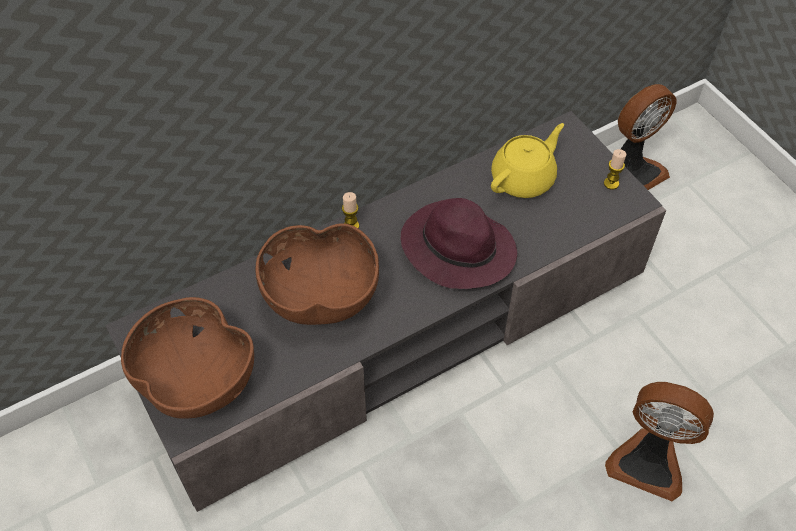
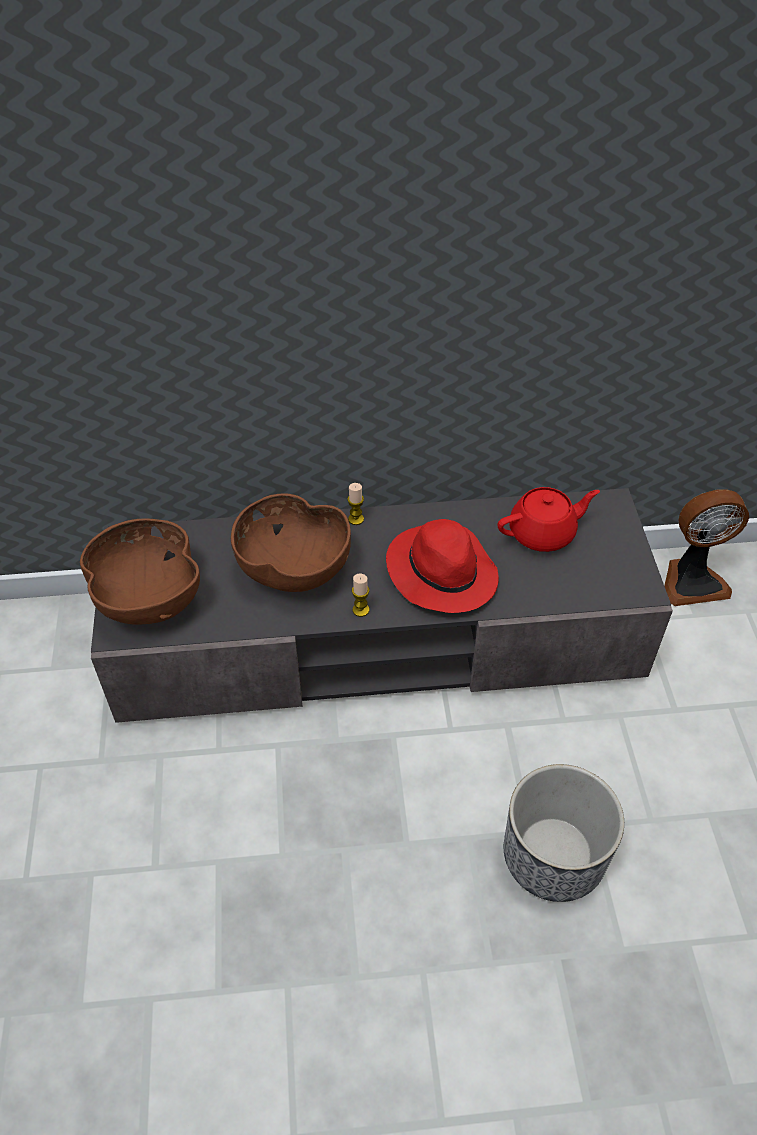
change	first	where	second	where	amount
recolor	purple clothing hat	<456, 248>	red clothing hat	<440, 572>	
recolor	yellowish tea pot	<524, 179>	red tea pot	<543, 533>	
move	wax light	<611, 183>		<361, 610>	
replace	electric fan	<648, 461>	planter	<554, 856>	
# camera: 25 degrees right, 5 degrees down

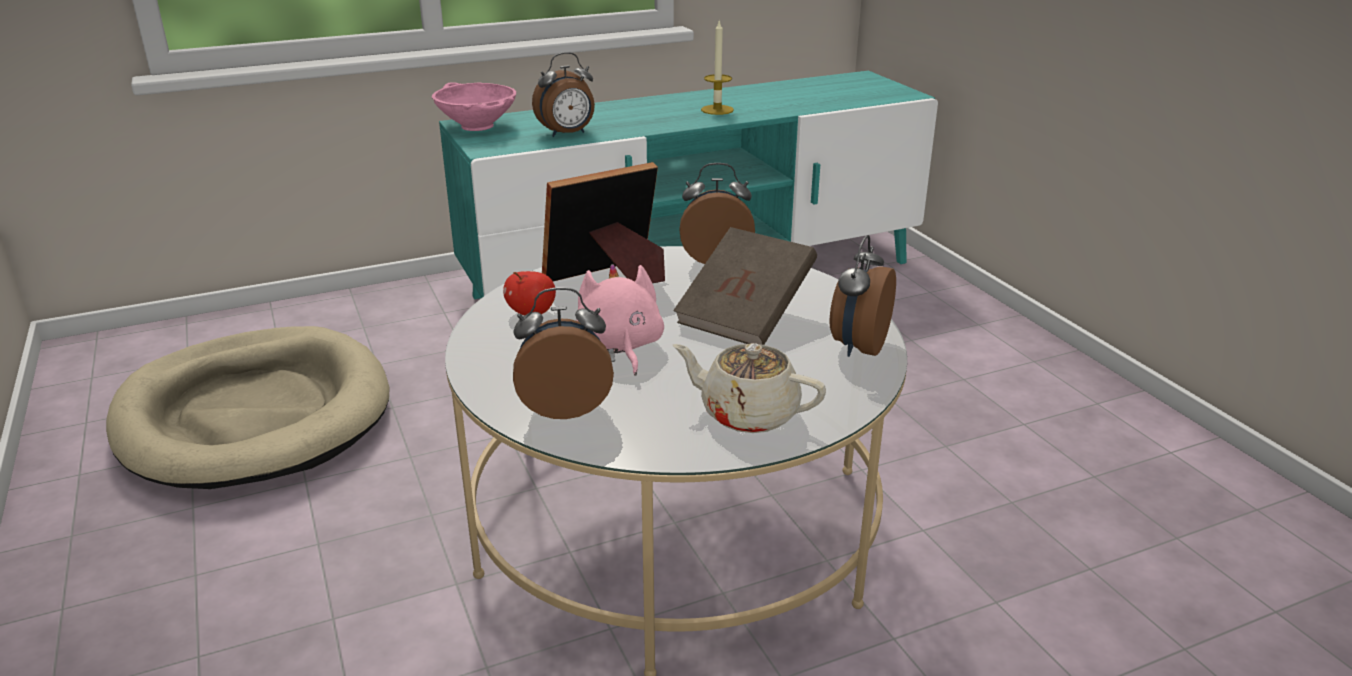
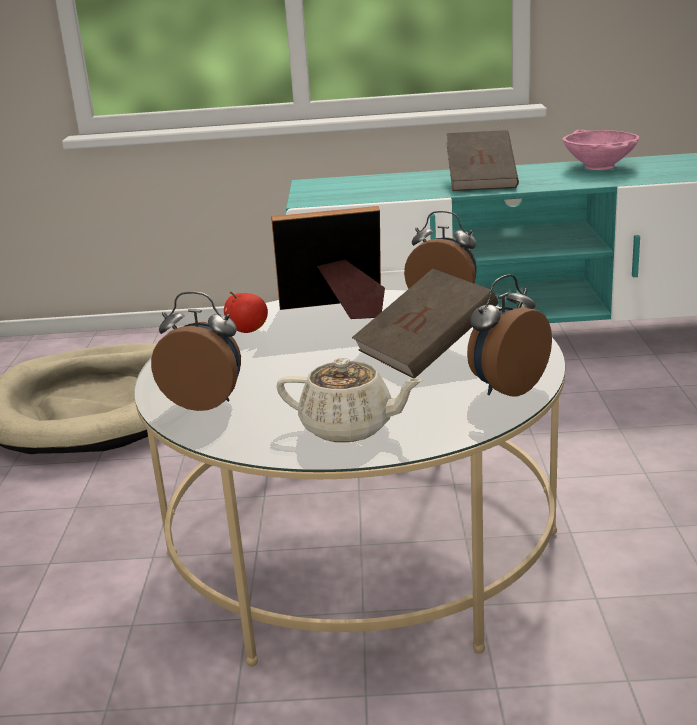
change	first	where	second	where	amount
move	pinkish bowl	<477, 126>		<599, 167>	
delete	table clock	<567, 134>			
delete	pinkish soft toy	<620, 347>			
rotate	beige-coloured tea pot	<747, 413>		<349, 428>	150 degrees clockwise
delete	wax light	<717, 110>			
insert			brownish bound book	<481, 181>	
# camera: 25 degrees right, 5 degrees down

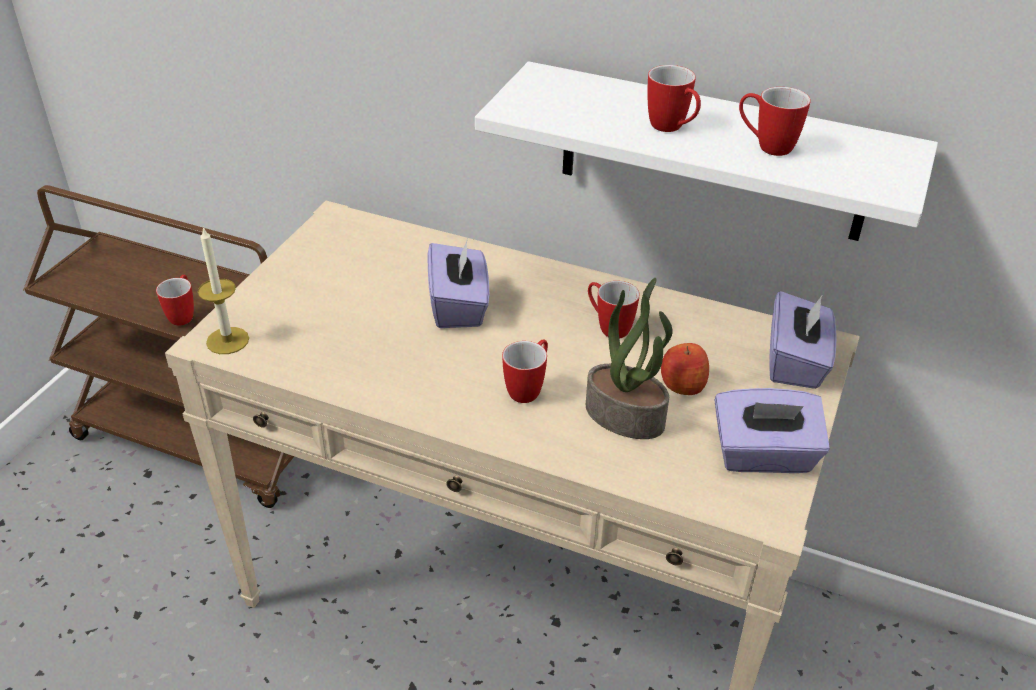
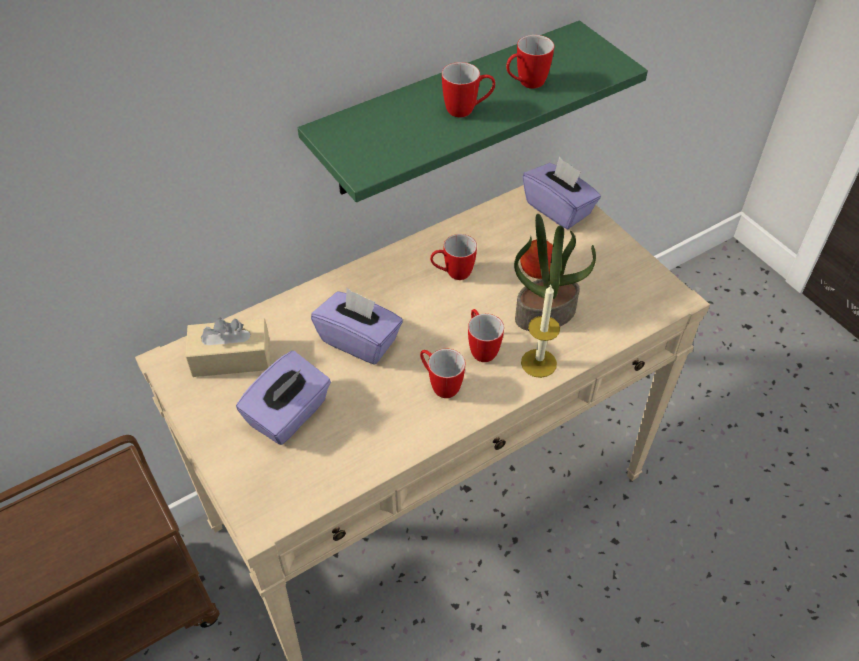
change	first	where	second	where	amount
move	mug	<183, 314>		<440, 385>	
move	wax light	<227, 340>		<538, 363>	
recolor	white-coloured bracket shelf	<712, 153>	greenish bracket shelf	<446, 111>	
move	purple tissue holder	<764, 456>		<289, 415>	
insert			beige-coloured tissue holder	<231, 358>	
# camera: 55 degrees left, 10 degrees up

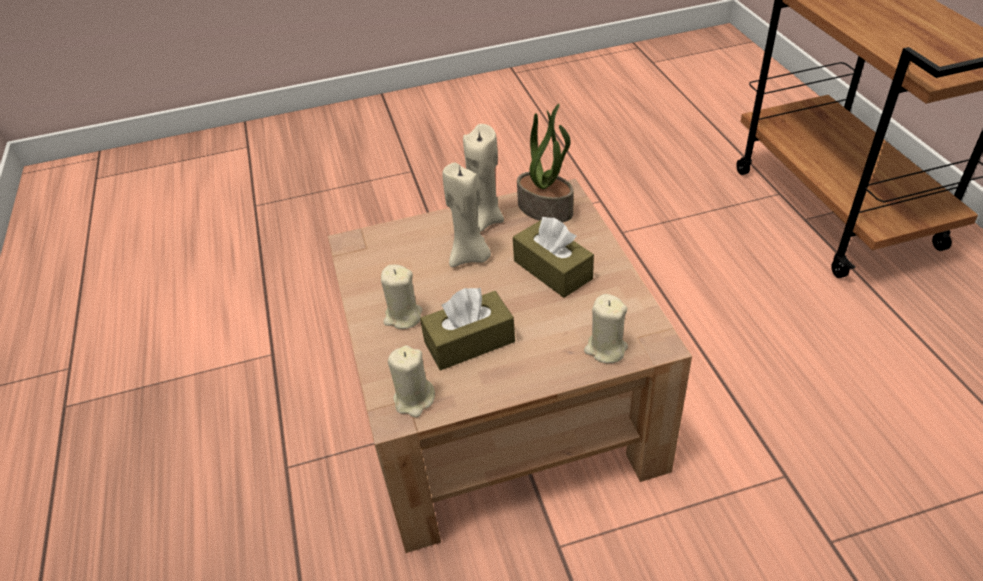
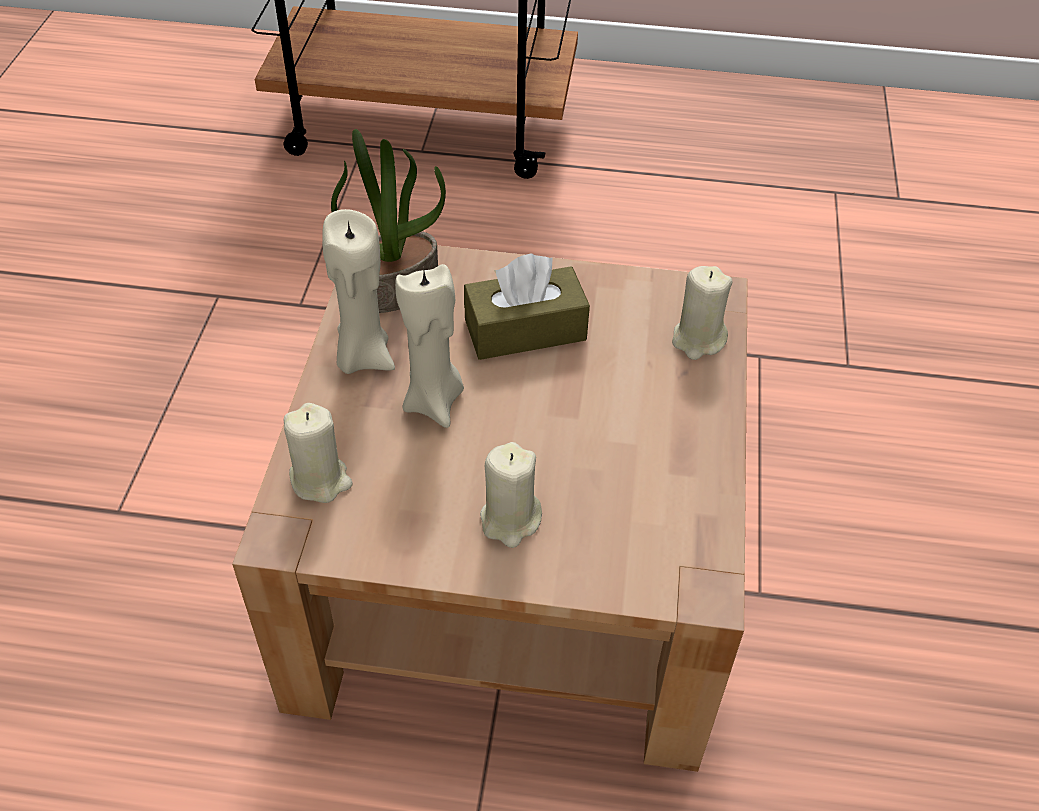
change	first	where	second	where	amount
move	beige-coloured wax light	<414, 399>		<320, 480>	
delete	brownish tissue holder	<469, 342>			
# camera: 70 degrees left, 5 degrees up

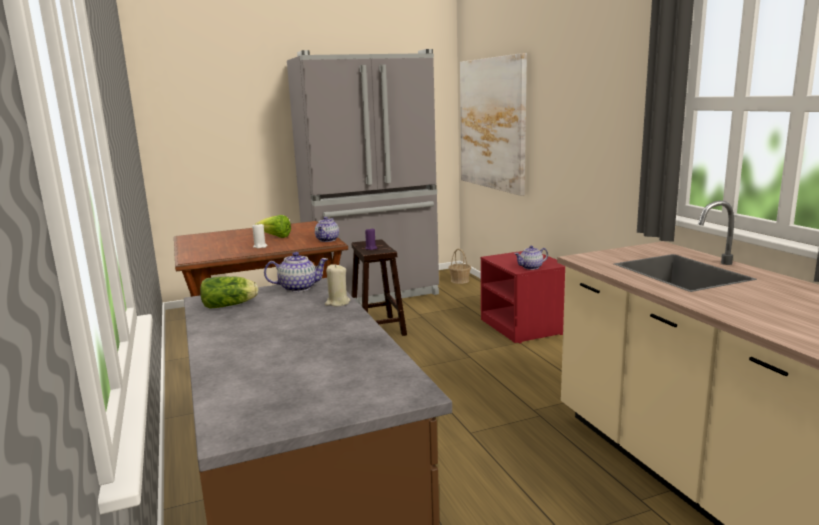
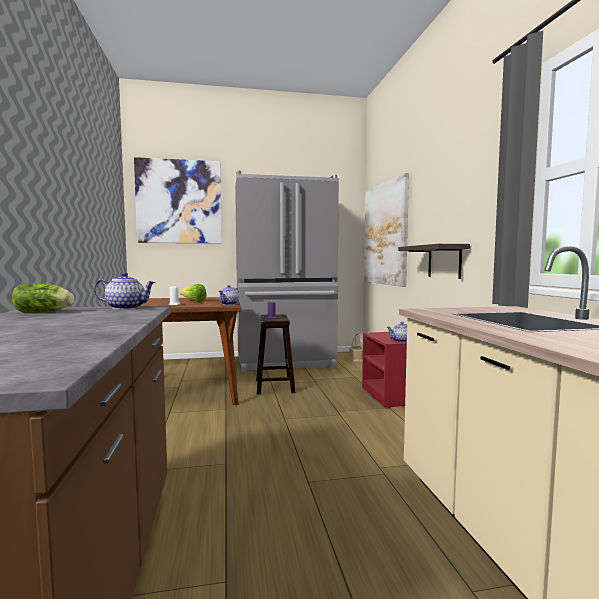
change	first	where	second	where	amount
delete	beige-coloured wax light	<337, 303>			
insert			picture	<179, 202>	
insert			bracket shelf	<444, 261>	
# camera: 10 degrees right, 10 degrees down

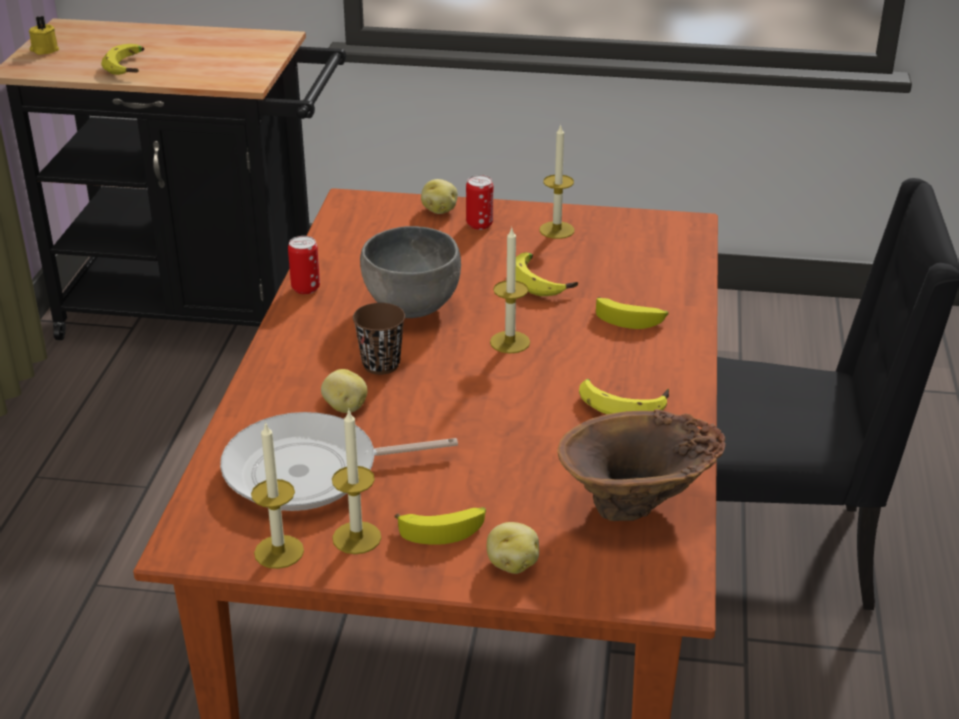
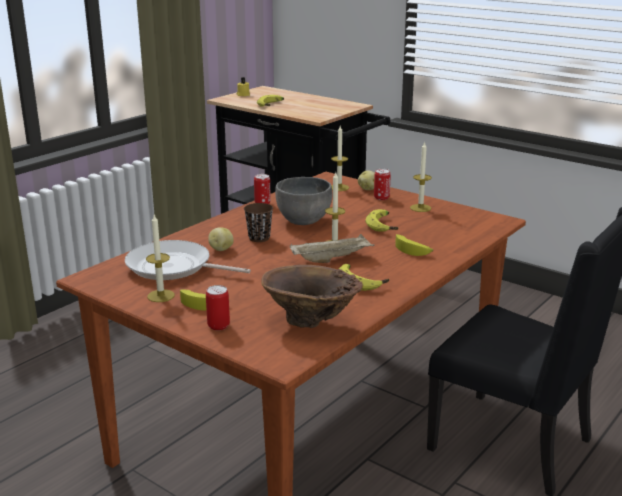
change	first	where	second	where	amount
move	wax light	<279, 552>		<339, 187>	
replace	whole potato	<512, 563>	can	<218, 326>	
insert			beige-coloured serving tray	<332, 259>	
# camera: 30 degrees right, 10 degrees down

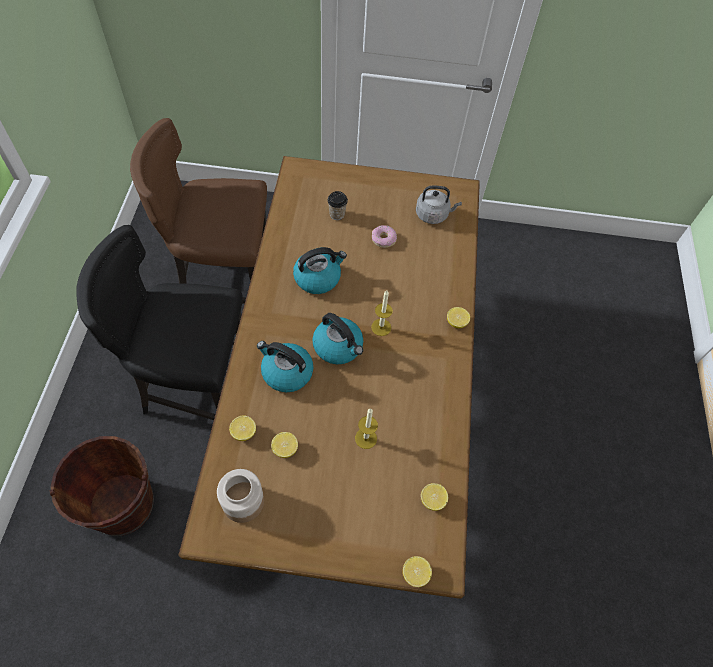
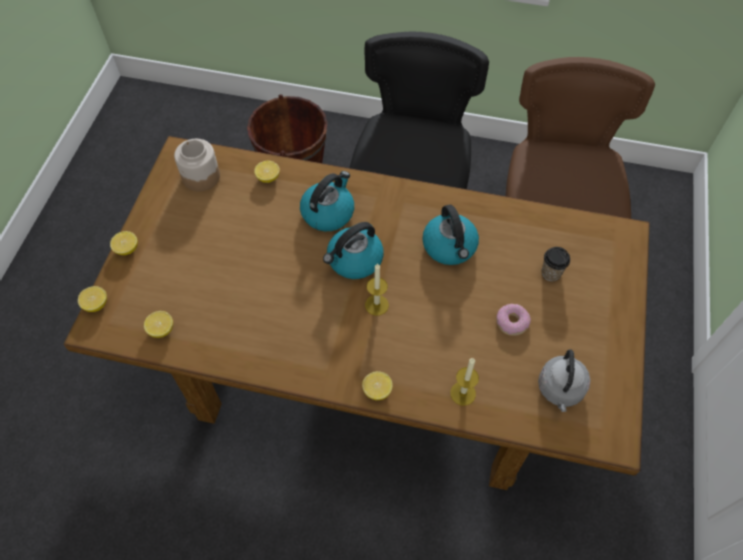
change	first	where	second	where	amount
move	lemon	<285, 449>		<127, 249>	
move	wax light	<366, 438>		<463, 393>	
# camera: 100 degrees right, 0 degrees up

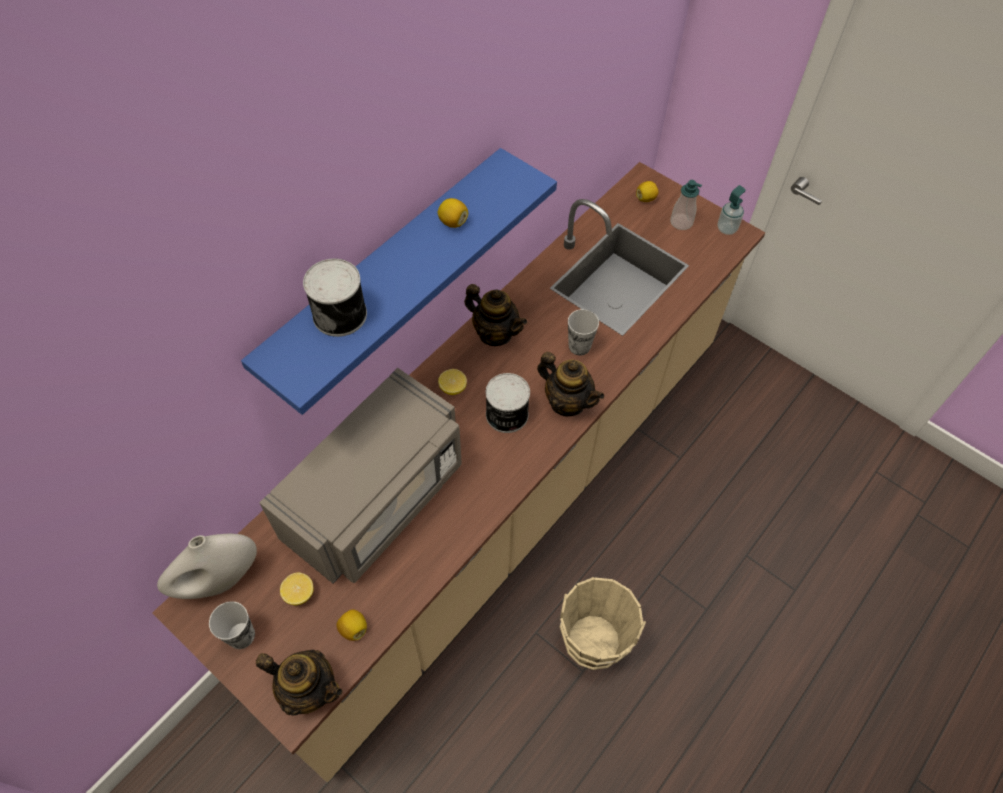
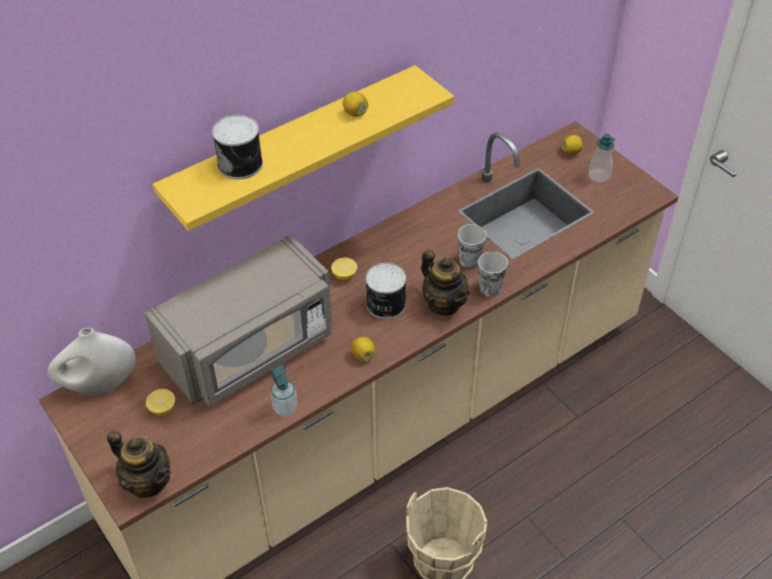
change	first	where	second	where	amount
move	small cup	<241, 635>		<490, 289>	
recolor	blue bracket shelf	<385, 271>	yellowish bracket shelf	<293, 147>	
move	lemon	<353, 628>		<363, 355>	
delete	tea pot	<495, 333>			
move	liquid soap bottle	<726, 228>		<285, 408>	
# camera: 15 degrees right, 10 degrees down

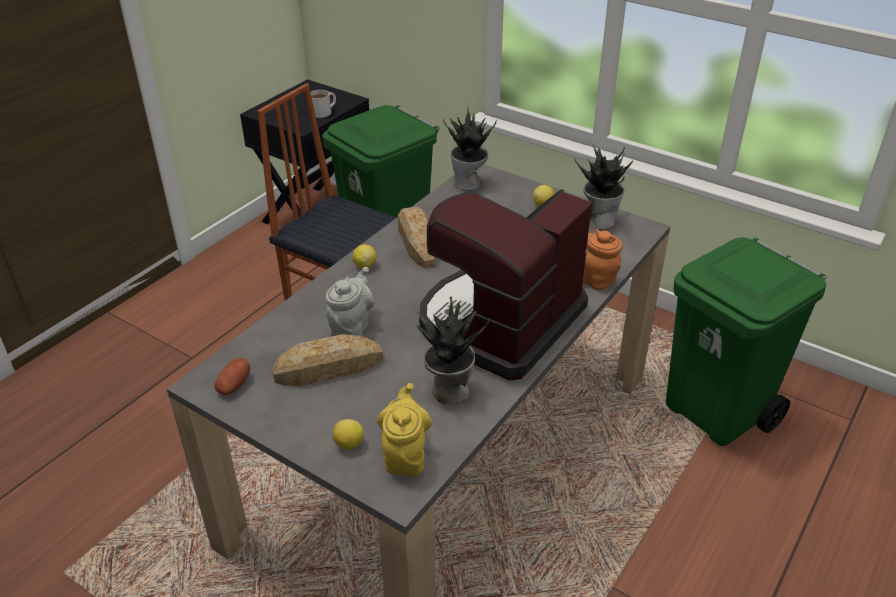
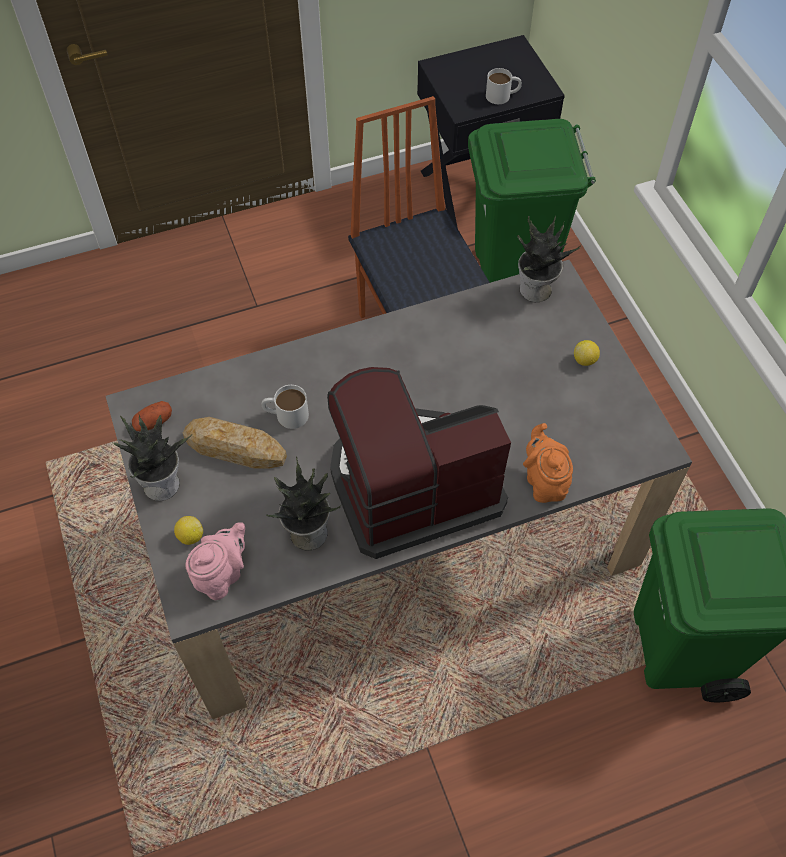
change	first	where	second	where	amount
replace	grey tea pot	<352, 327>	white-coloured mug	<286, 414>	
delete	lemon	<365, 265>			
recolor	yellowish tea pot	<405, 456>	pinkish tea pot	<222, 575>	
delete	bakery bread	<417, 242>			
move	plant in a pot	<599, 220>		<162, 483>	
# camera: 35 degrees right, 20 degrees up

